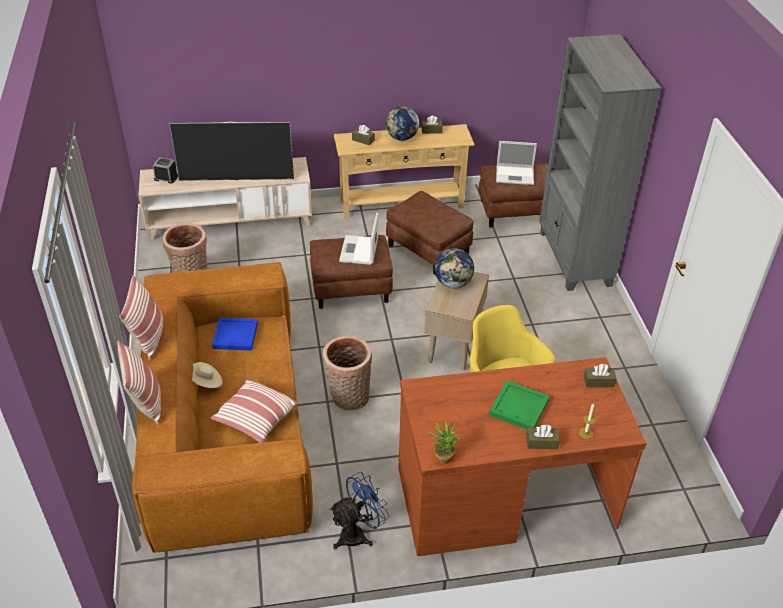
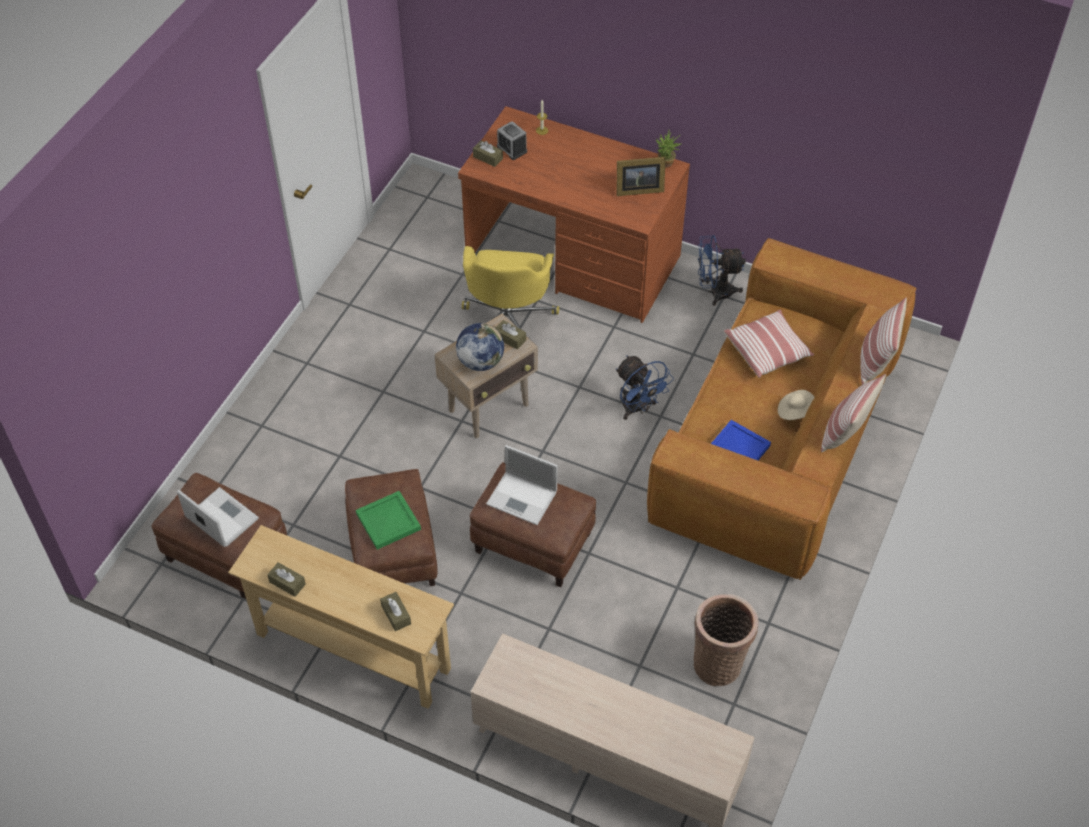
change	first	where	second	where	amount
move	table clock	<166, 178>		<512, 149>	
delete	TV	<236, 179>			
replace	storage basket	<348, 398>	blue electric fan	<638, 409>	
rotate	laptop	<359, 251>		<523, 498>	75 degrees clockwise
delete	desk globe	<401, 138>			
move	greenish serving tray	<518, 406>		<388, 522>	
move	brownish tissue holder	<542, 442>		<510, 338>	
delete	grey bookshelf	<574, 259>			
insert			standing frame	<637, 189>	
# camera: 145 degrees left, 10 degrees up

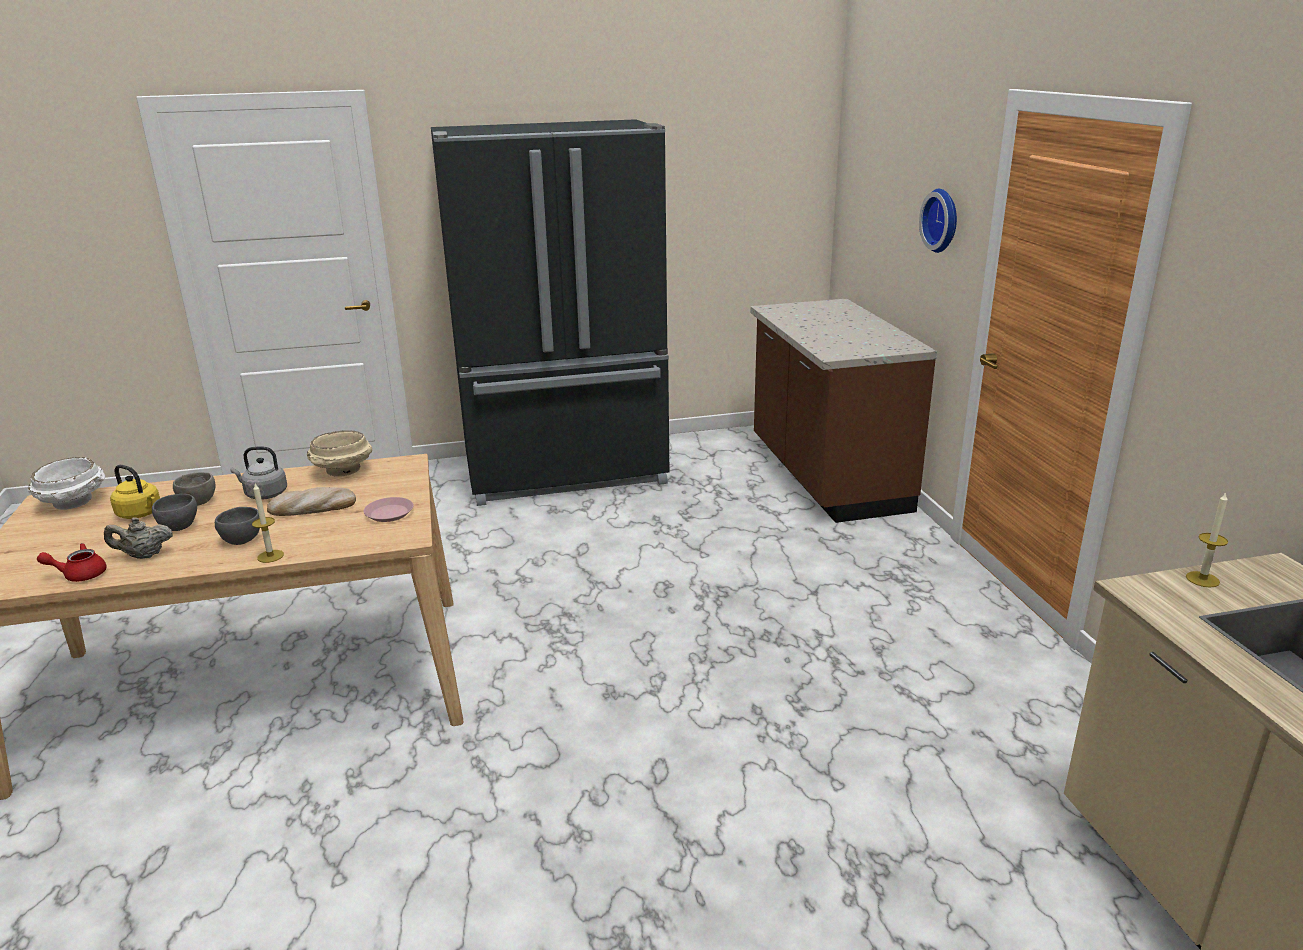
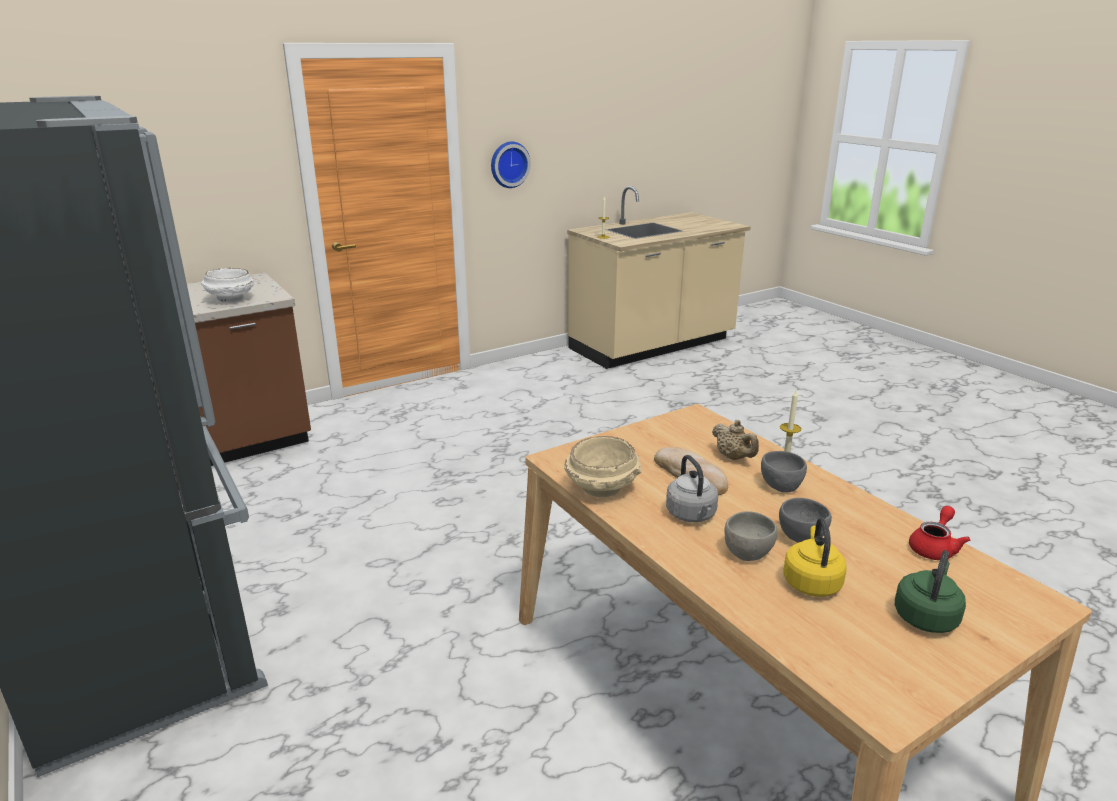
change	first	where	second	where	amount
move	white-coloured bowl	<74, 502>		<231, 299>	
rotate	red tea pot	<79, 574>		<934, 547>	105 degrees counterclockwise
move	beige-coloured tea pot	<144, 556>		<733, 457>	
delete	pinkish plate	<389, 513>			
move	wall clock	<943, 220>		<508, 164>	
insert			greenish water kettle	<926, 616>	
# camera: 110 degrees left, 0 degrees up

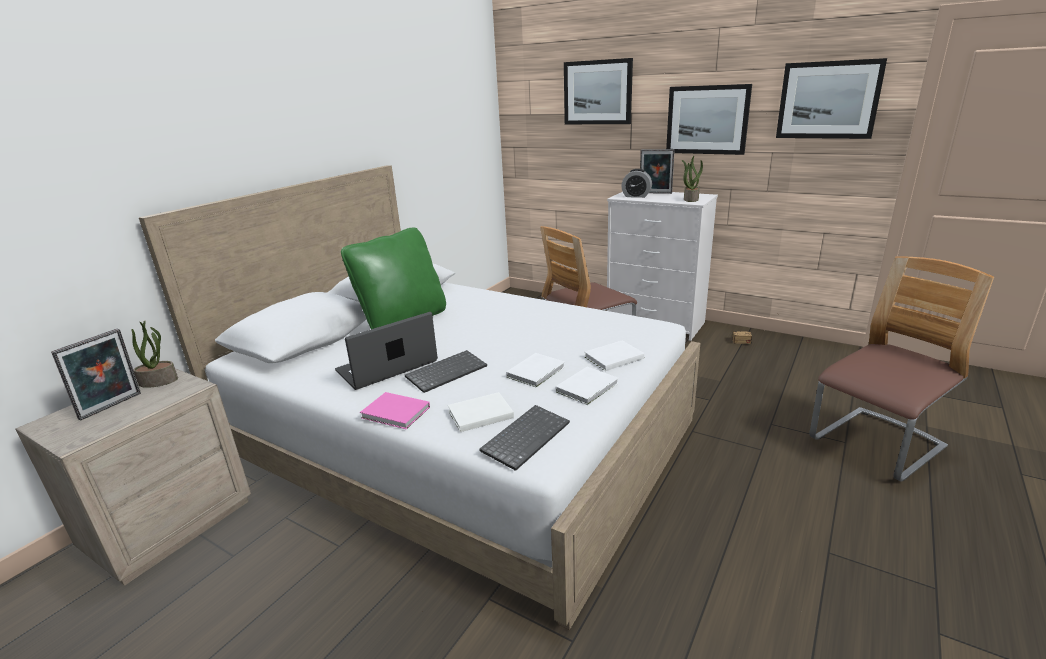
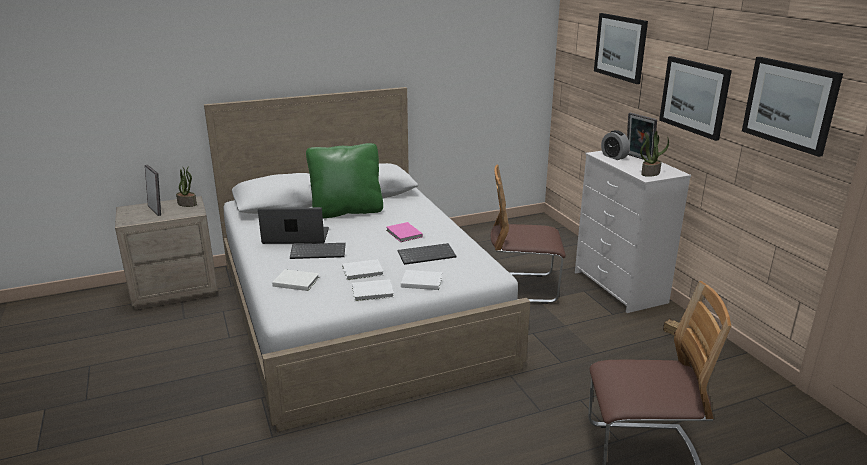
change	first	where	second	where	amount
rotate	standing frame	<112, 406>		<156, 210>	105 degrees counterclockwise
move	pinkish bound book	<396, 413>		<404, 234>	
move	keyboard	<525, 437>		<427, 255>	
# camera: 35 degrees right, 0 degrees up

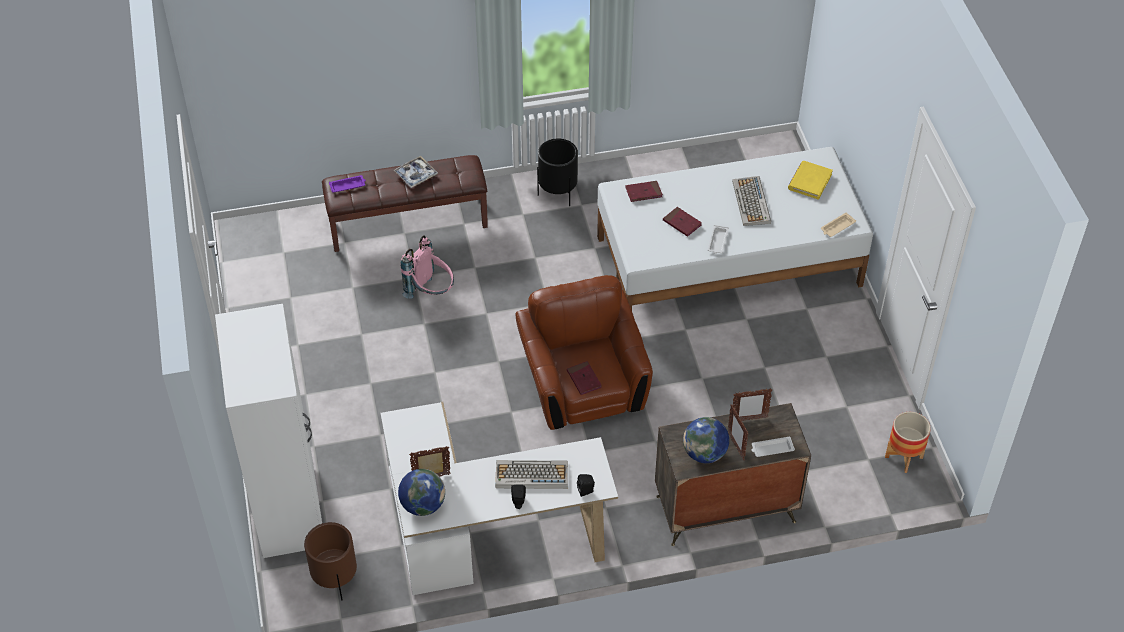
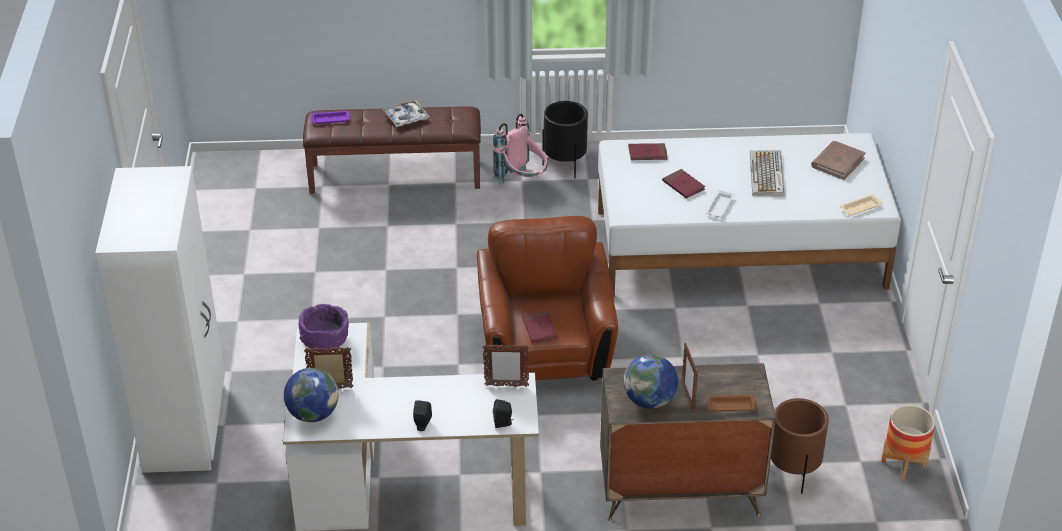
change	first	where	second	where	amount
move	brownish planter	<335, 580>		<793, 473>	
move	pinkish knapsack	<431, 293>		<522, 181>	
delete	keyboard	<531, 475>			
move	standing frame	<749, 419>		<506, 385>	
recolor	white-coloured serving tray	<771, 449>	brownish serving tray	<730, 406>	
recolor	yellowish bound book	<809, 181>	brownish bound book	<837, 162>	
insert			purple bowl	<325, 340>	
# camera: 10 degrees right, 10 degrees down

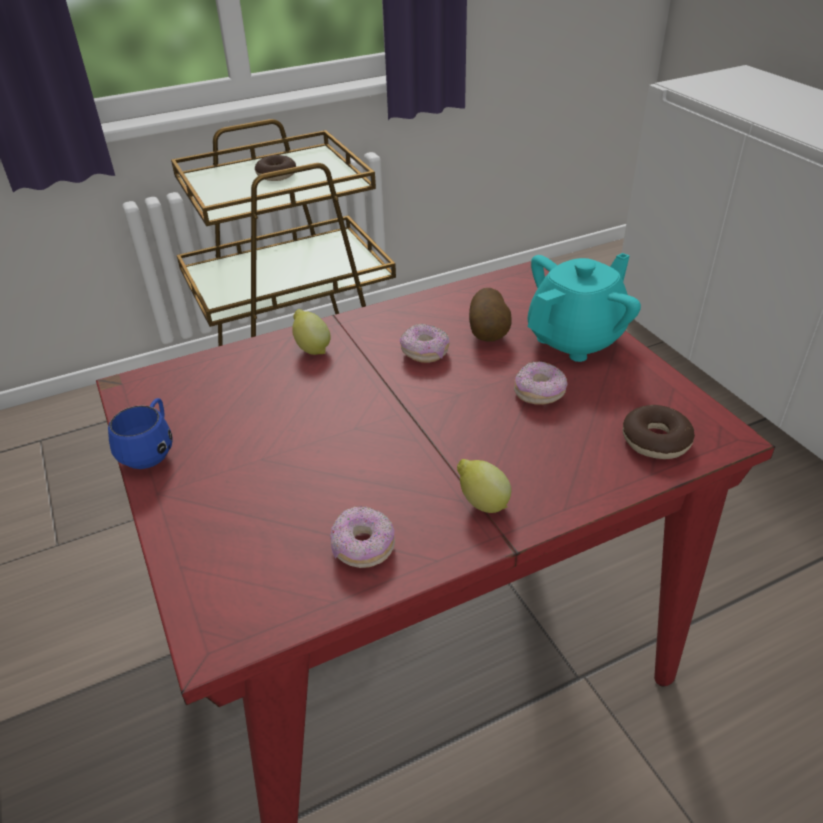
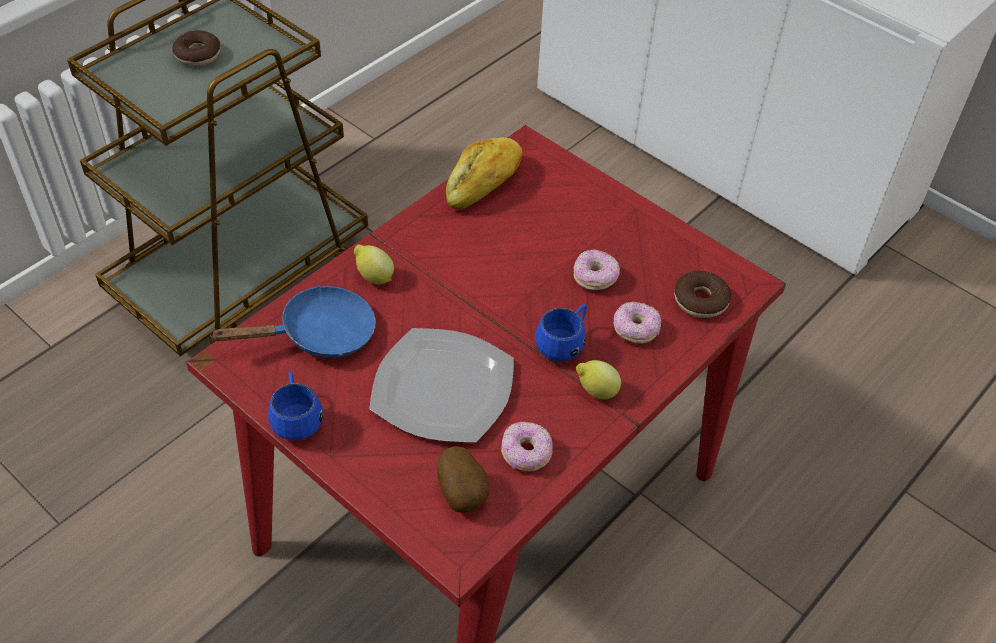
change	first	where	second	where	amount
move	donut	<425, 353>		<635, 330>	
move	whole potato	<489, 335>		<463, 494>	
delete	turquoise tea pot	<576, 339>			
insert			blue skillet	<318, 335>	
insert			plate	<444, 387>	
insert			bakery bread	<485, 183>	
insert			blue mug	<564, 344>	
# camera: 25 degrees left, 10 degrees up

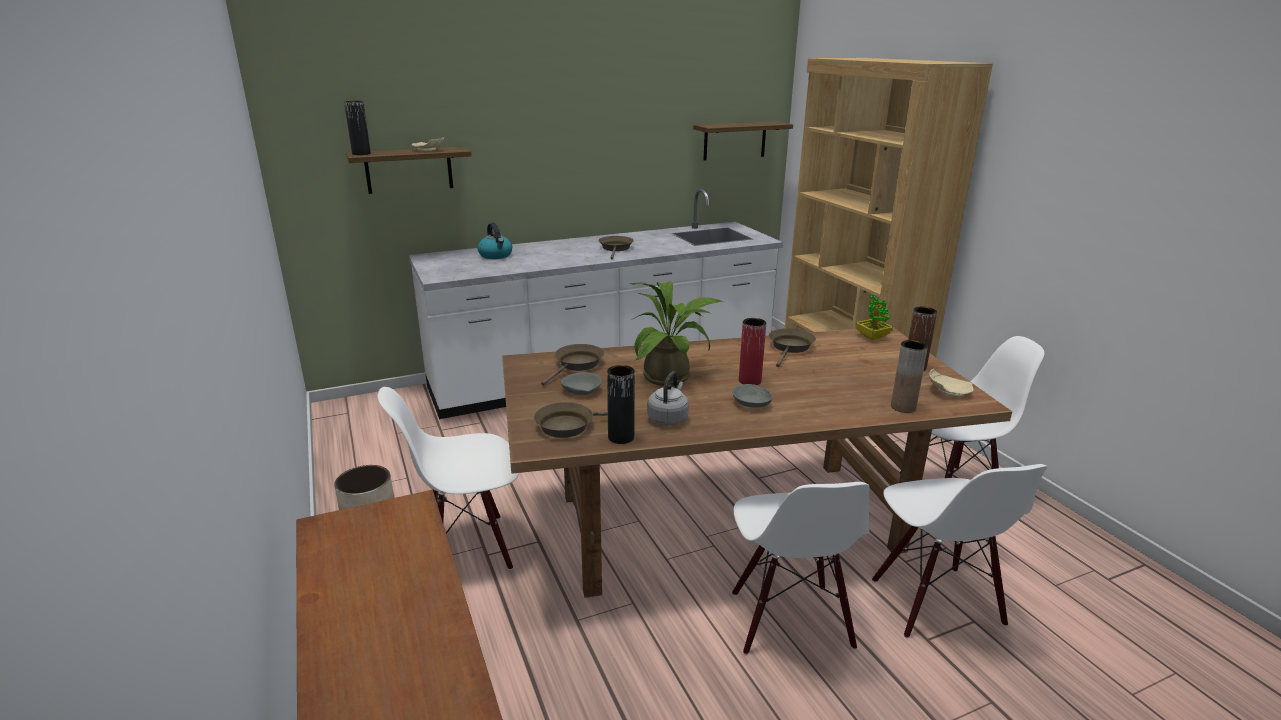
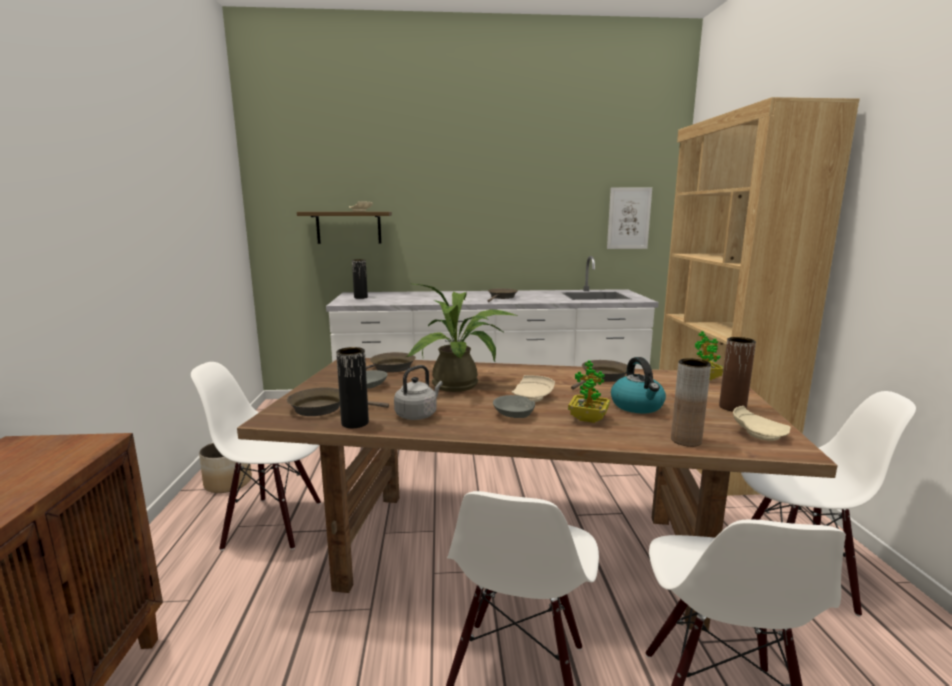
change	first	where	second	where	amount
move	blackish vase	<361, 154>		<360, 297>	
move	water kettle	<496, 255>		<637, 406>	
replace	bracket shelf	<734, 140>	picture	<628, 218>	
replace	red vase	<749, 381>	beige-coloured plate	<532, 397>	
insert			plant in a pot	<588, 419>	
# camera: 20 degrees right, 10 degrees down

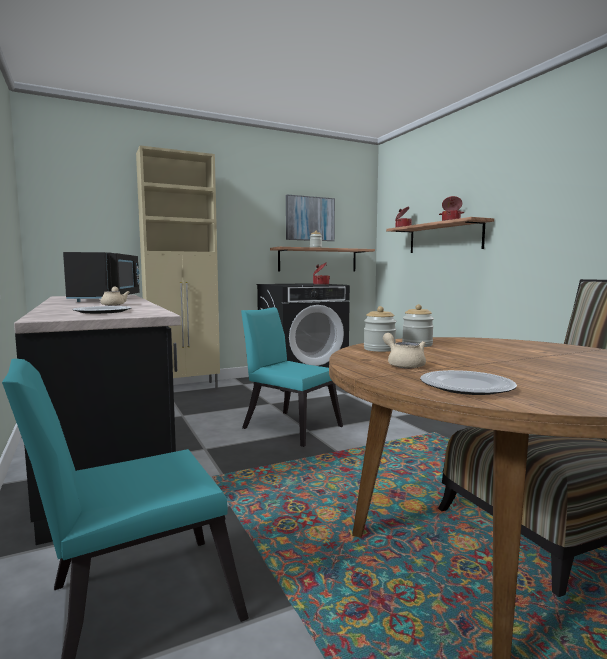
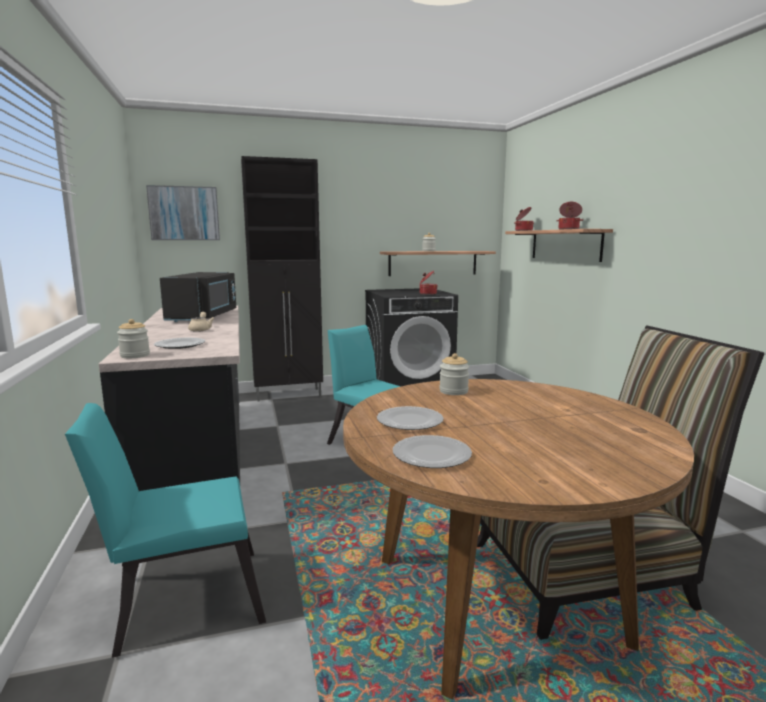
change	first	where	second	where	amount
recolor	beige-coloured cabinet	<184, 388>	blackish cabinet	<289, 395>	
move	picture	<310, 218>		<184, 213>	
move	storage jar	<379, 349>		<135, 355>	
replace	beige-coloured tea pot	<403, 364>	plate	<409, 421>	
# camera: 10 degrees right, 5 degrees up

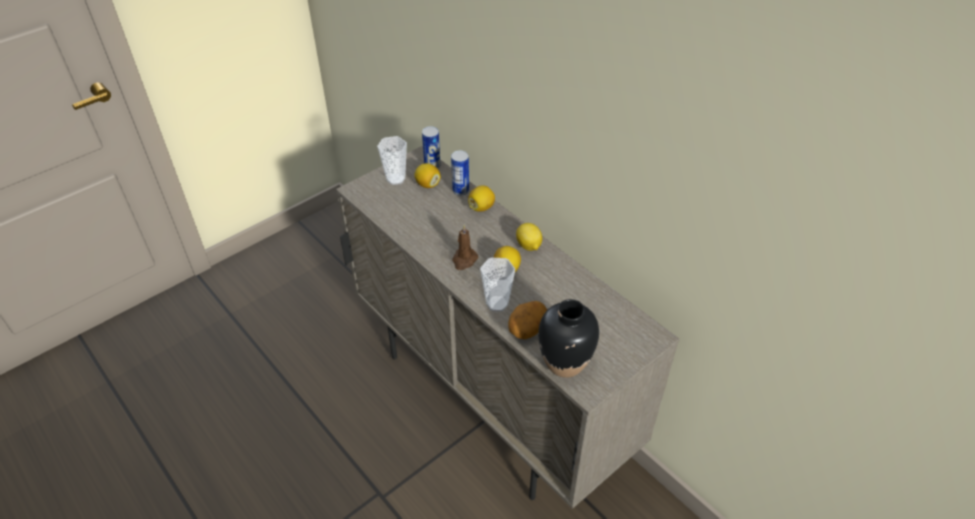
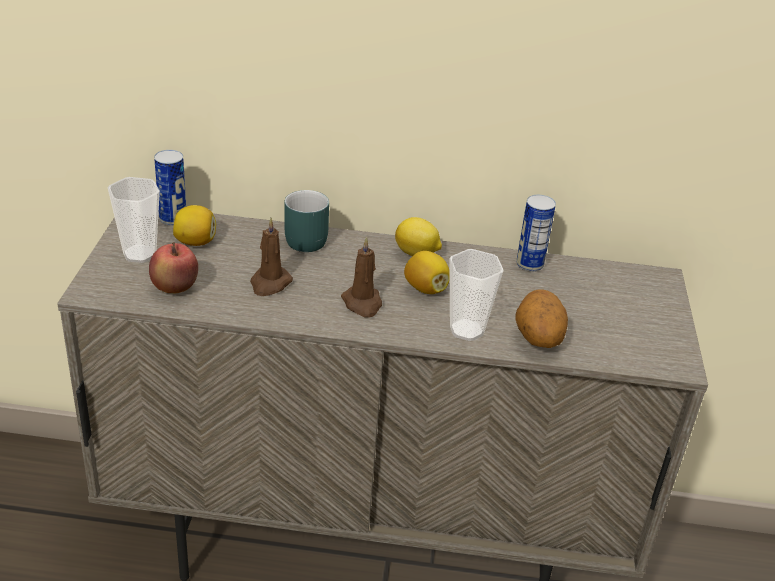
change	first	where	second	where	amount
move	can	<460, 190>		<529, 264>	
replace	lemon	<481, 207>	turquoise mug	<303, 238>	
delete	blackish vase	<565, 363>			
insert			apple	<175, 289>	
insert			brownish wax light	<270, 284>	
# camera: 45 degrees left, 10 degrees down

